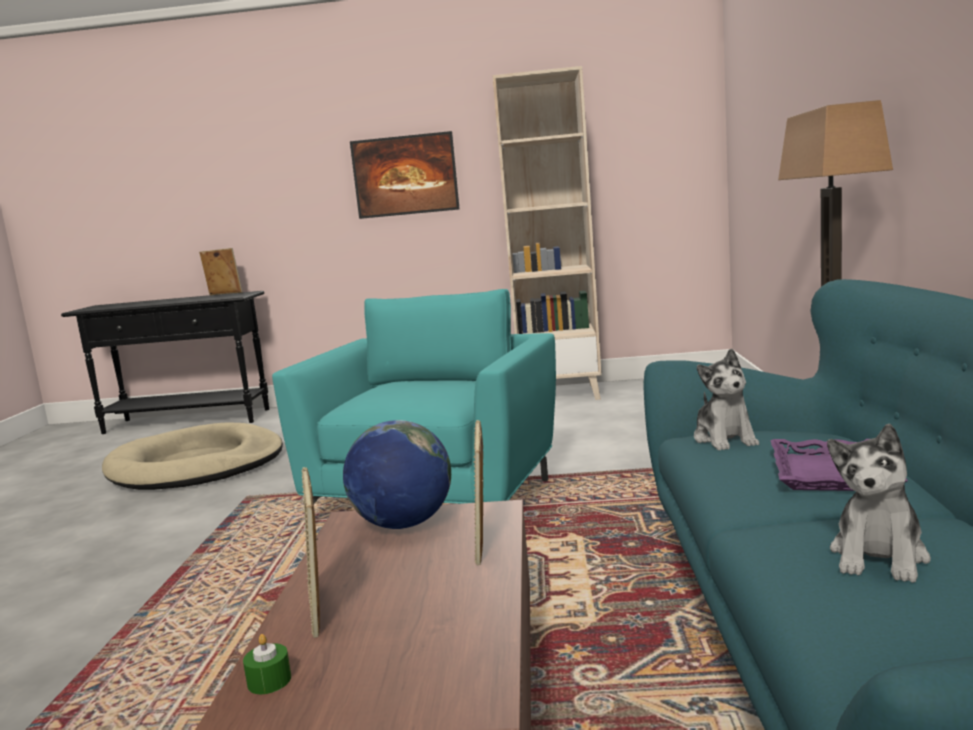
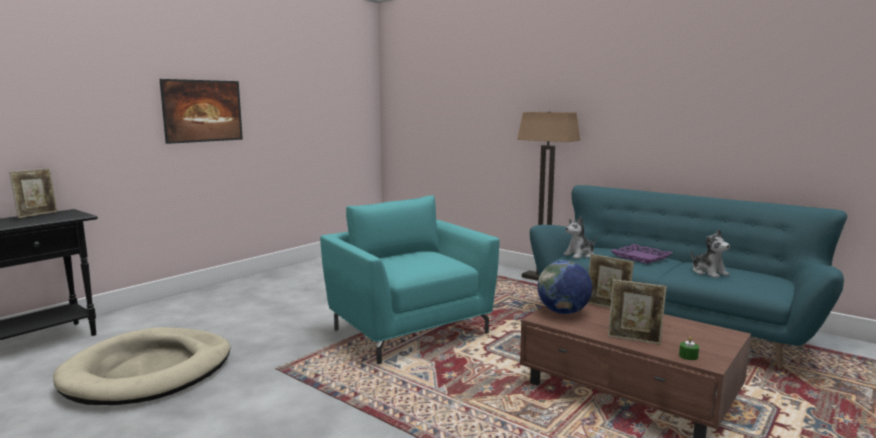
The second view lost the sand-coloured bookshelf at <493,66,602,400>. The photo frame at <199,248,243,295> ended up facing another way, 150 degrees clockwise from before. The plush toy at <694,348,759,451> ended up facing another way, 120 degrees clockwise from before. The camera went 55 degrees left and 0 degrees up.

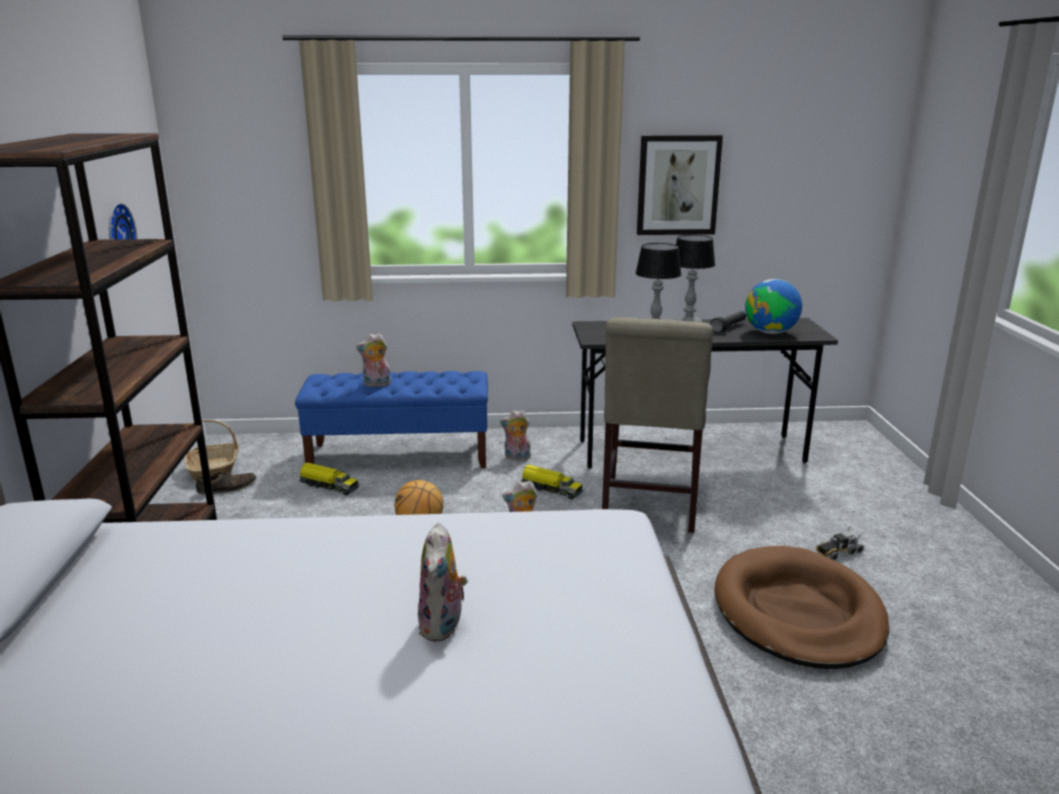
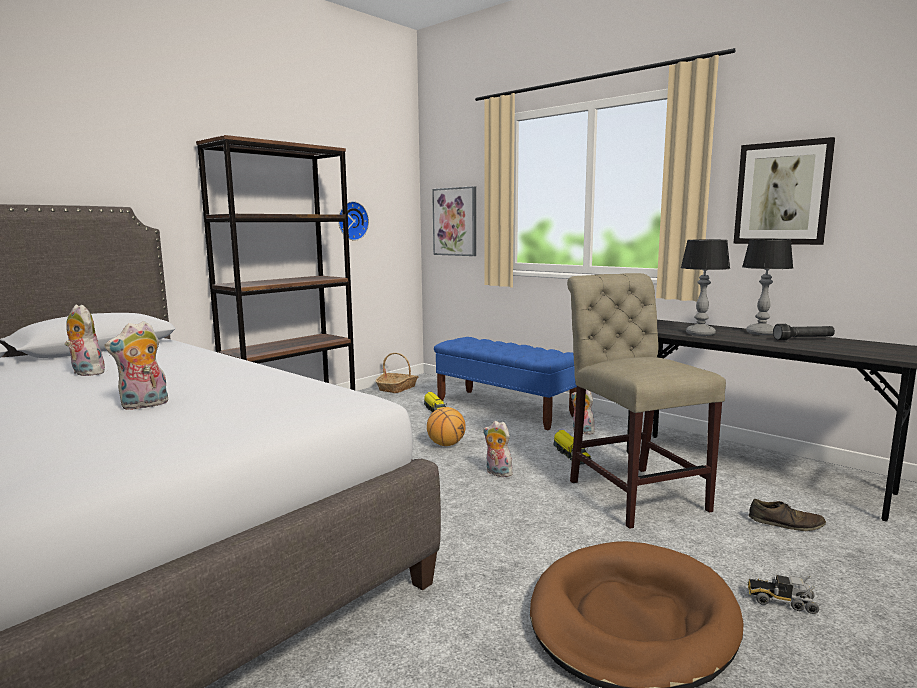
The second view lost the world globe at <745,279,802,334>. The sand-coloured upright chair at <602,317,713,533> ended up facing another way, 105 degrees clockwise from before. The plush toy ended up elsewhere, having gone from <356,333,391,387> to <65,305,106,376>. The brownish item of footwear ended up elsewhere, having gone from <196,472,256,495> to <749,499,826,531>. The second view gained the wall art at <432,186,476,256>. The camera went 45 degrees right and 10 degrees down.

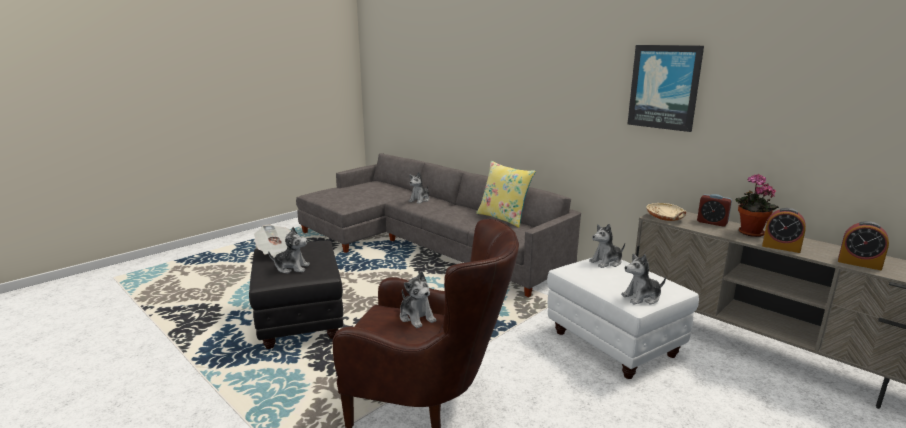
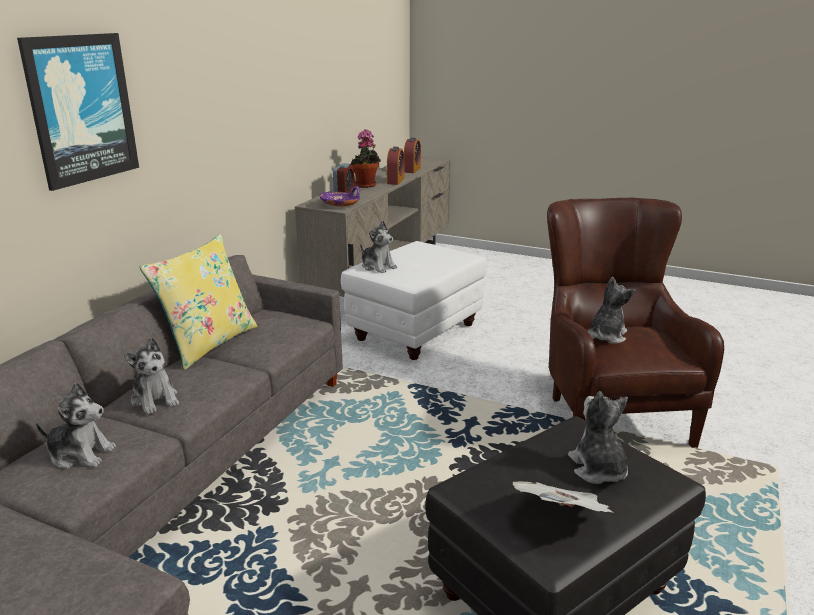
The wall art ended up elsewhere, having gone from <628,45,704,132> to <17,33,139,191>. What was the sand-coloured serving bowl at <646,203,686,221> turned into the purple-coloured serving bowl at <320,186,360,206>. The plush toy ended up elsewhere, having gone from <621,253,666,305> to <124,337,179,415>. The camera went 110 degrees left and 5 degrees up.

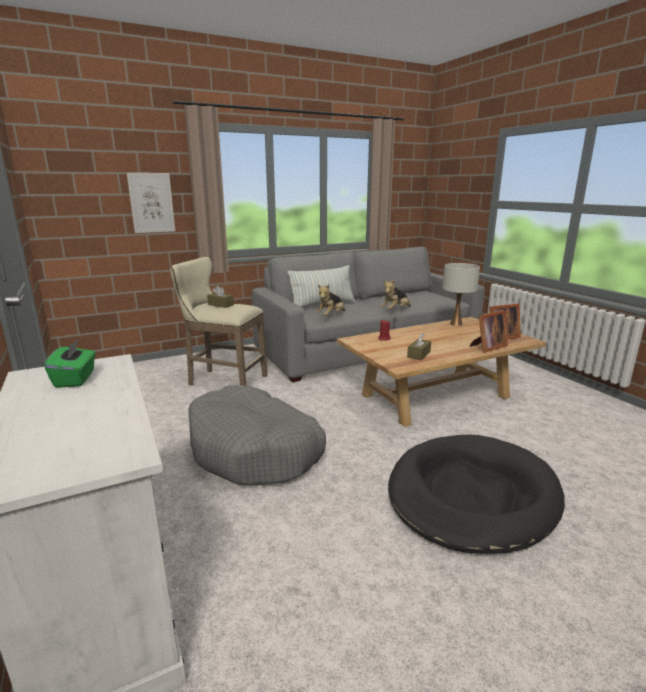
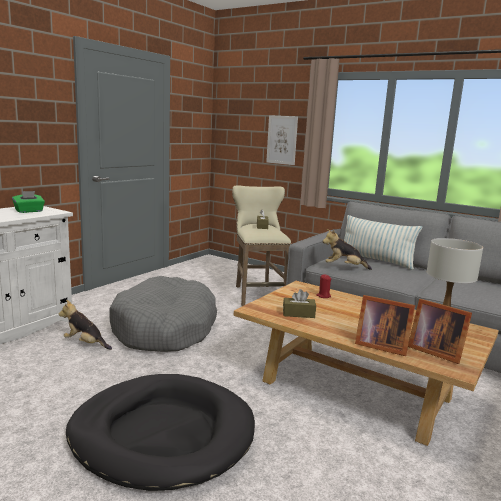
The plush toy ended up elsewhere, having gone from <381,280,411,309> to <59,300,112,350>. The camera went 60 degrees right and 5 degrees down.

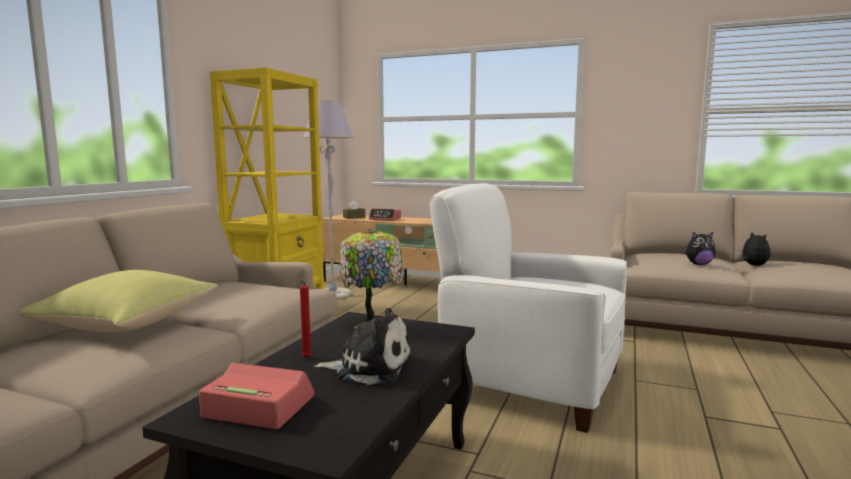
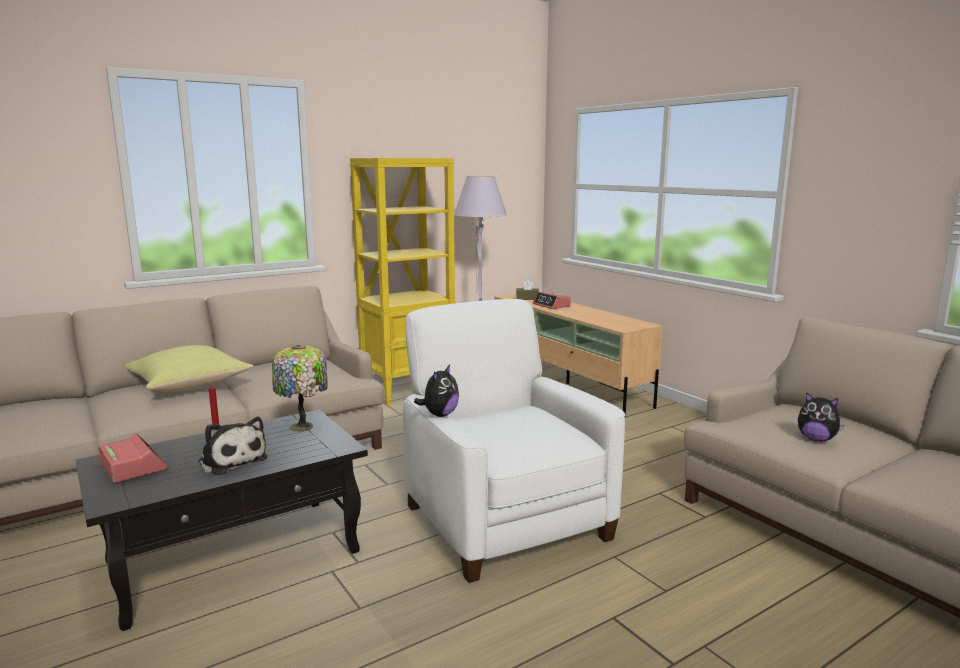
The plush toy ended up elsewhere, having gone from <738,232,771,266> to <414,365,459,417>. The camera went 35 degrees right and 5 degrees up.

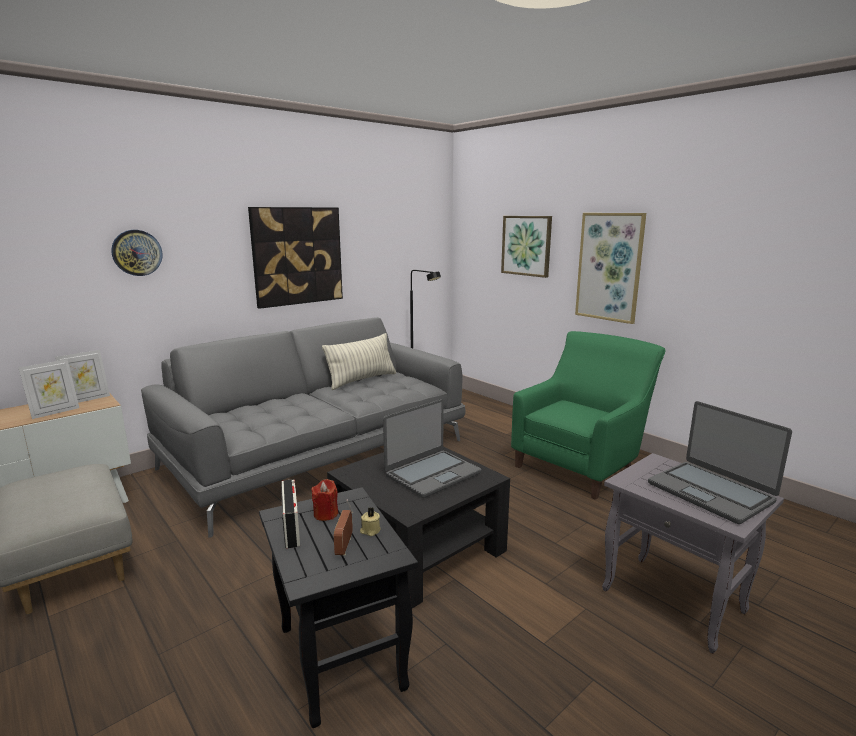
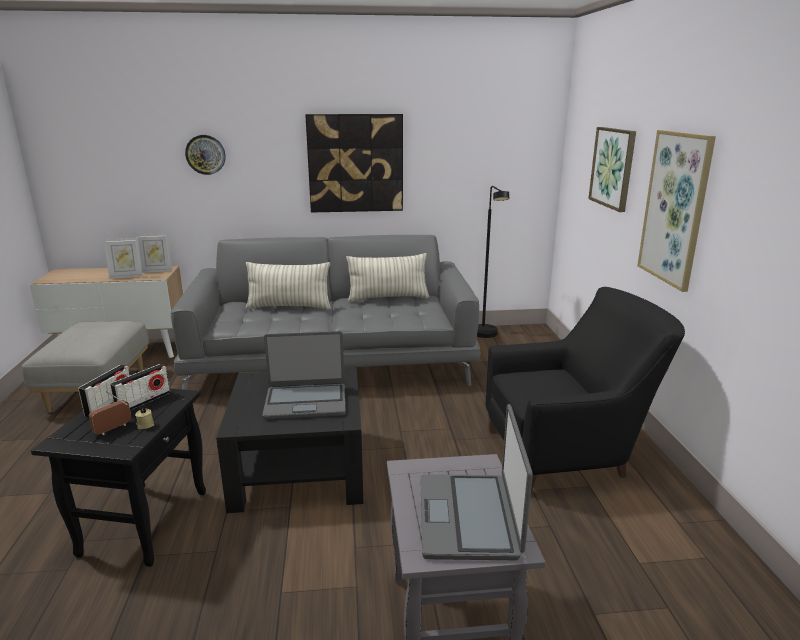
What was the green easy chair at <511,331,666,500> turned into the blackish easy chair at <486,287,685,493>. Where the reddish candle stood at <311,479,338,521>, the radio set came to stand at <110,364,170,410>. The second view gained the throw pillow at <246,262,331,310>. The camera went 35 degrees right and 5 degrees up.

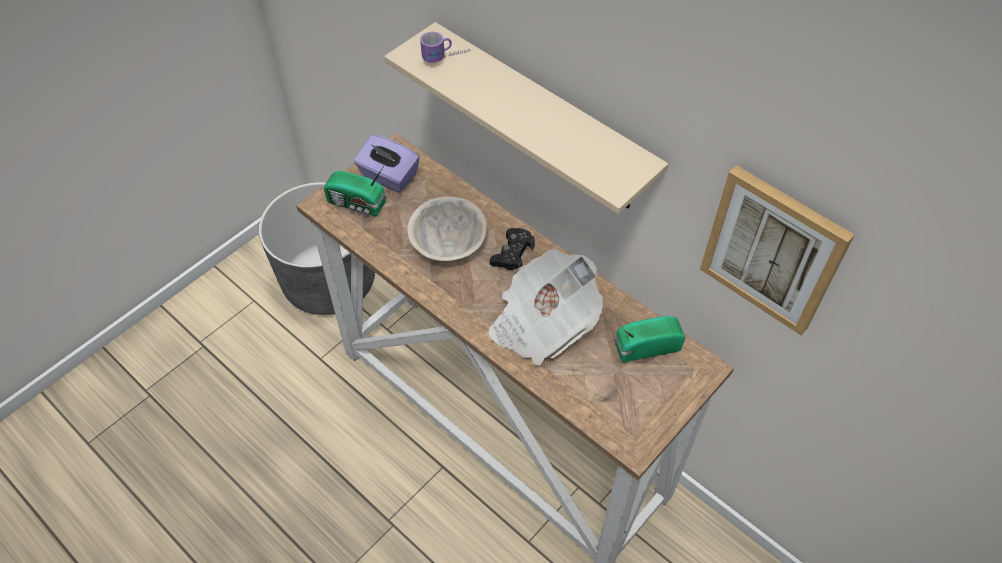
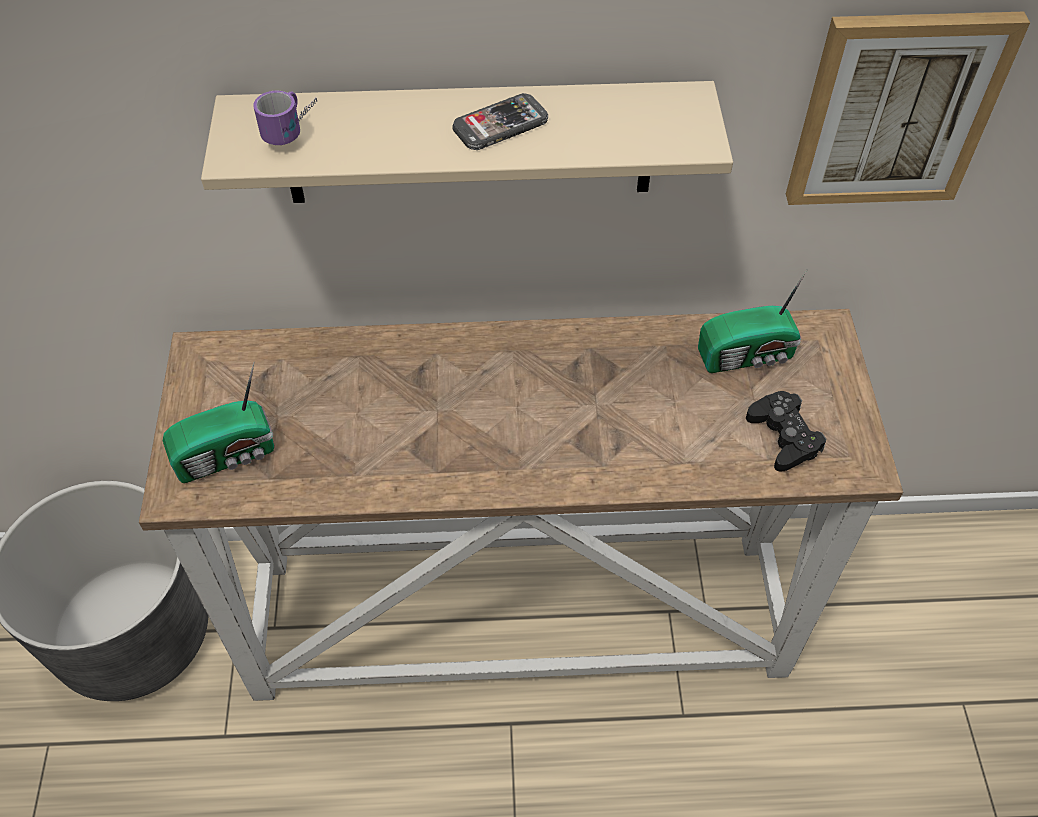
The second view lost the purple-coloured tissue box at <354,135,420,193>. The second view lost the sand-coloured serving bowl at <407,196,487,261>. The blackish game controller ended up elsewhere, having gone from <490,228,535,270> to <746,391,826,472>. The second view lost the daily paper at <488,249,603,366>. The radio set at <615,316,685,362> ended up facing another way, 135 degrees counterclockwise from before. The second view gained the phone at <452,93,548,150>. The camera went 45 degrees left and 0 degrees up.

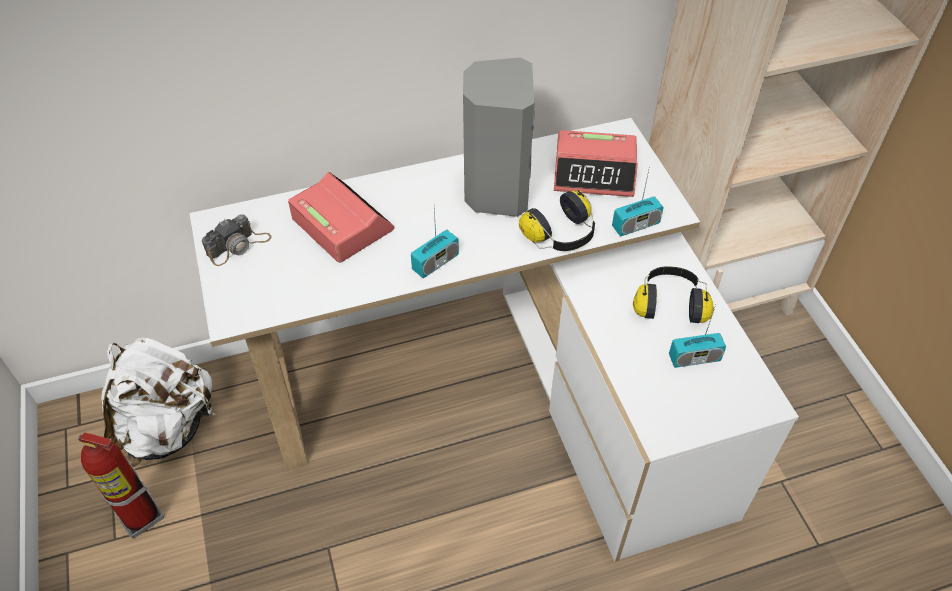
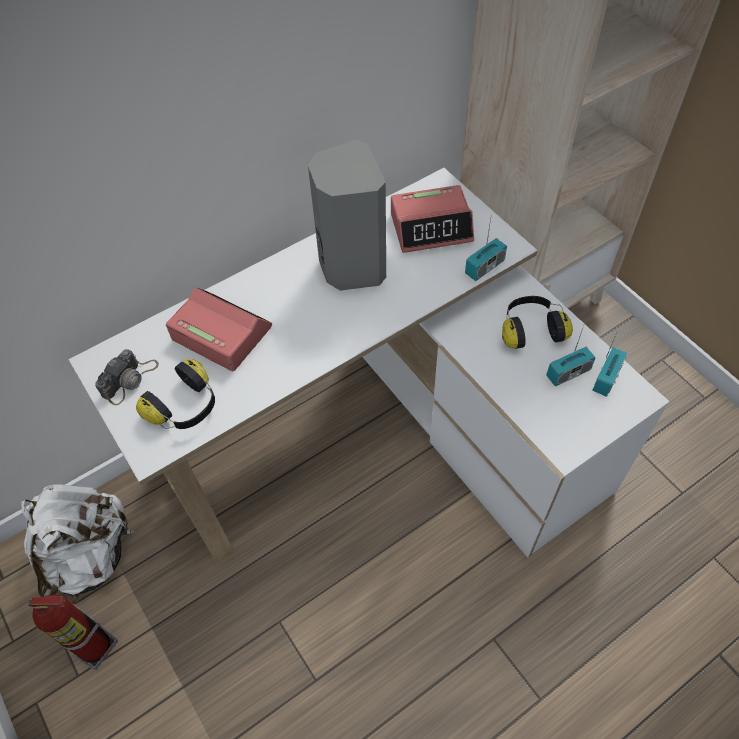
The headphones ended up elsewhere, having gone from <519,190,595,251> to <136,359,215,429>. The radio set ended up elsewhere, having gone from <411,210,459,278> to <592,330,627,397>. The camera went 15 degrees left and 5 degrees up.

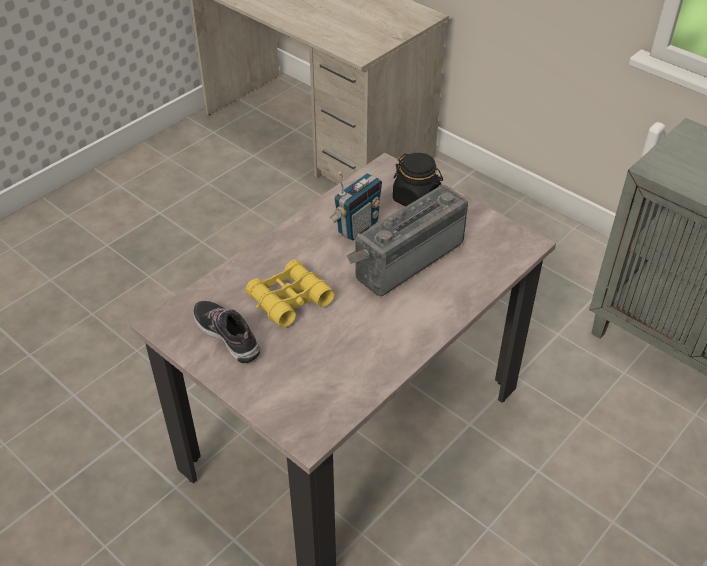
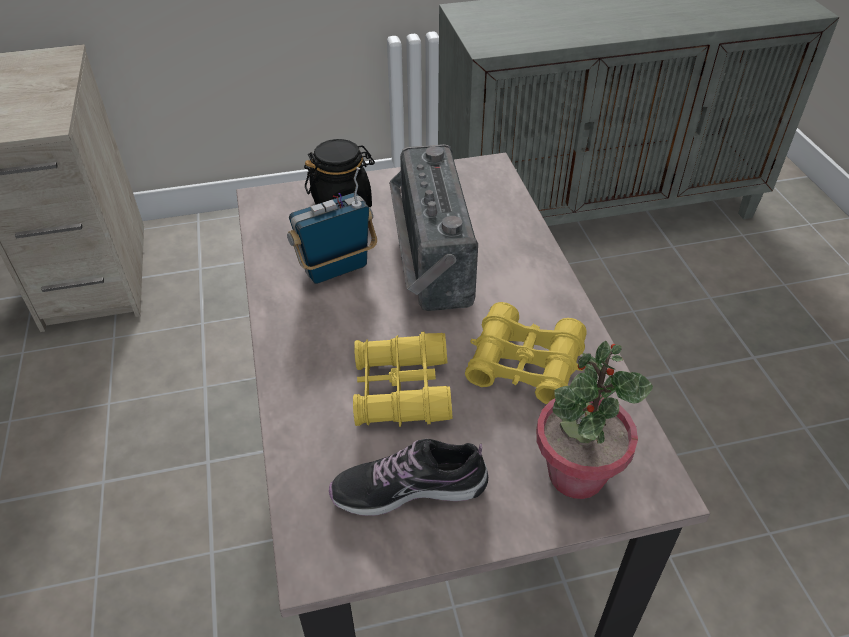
The radio set at <330,171,382,241> ended up facing another way, 105 degrees counterclockwise from before. The second view gained the yellow-coloured binoculars at <465,302,587,404>. The second view gained the houseplant at <536,340,653,499>. The camera went 55 degrees left and 0 degrees up.

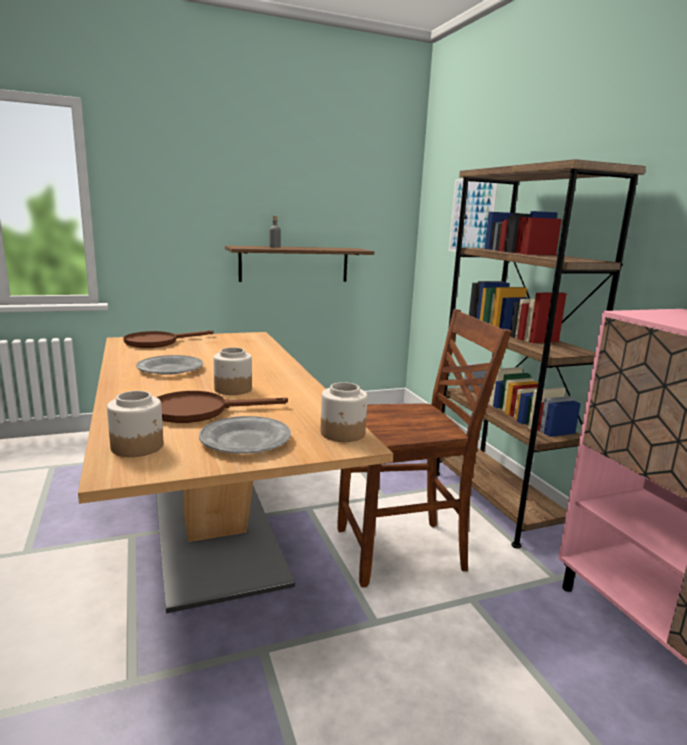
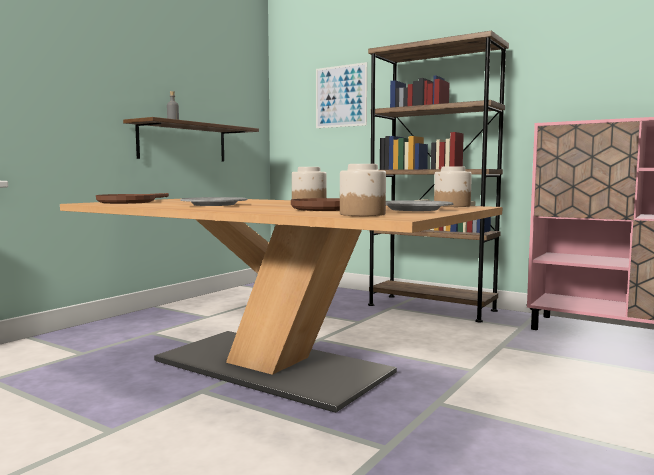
The second view lost the brownish upright chair at <337,309,511,587>. The camera went 35 degrees left and 10 degrees down.

